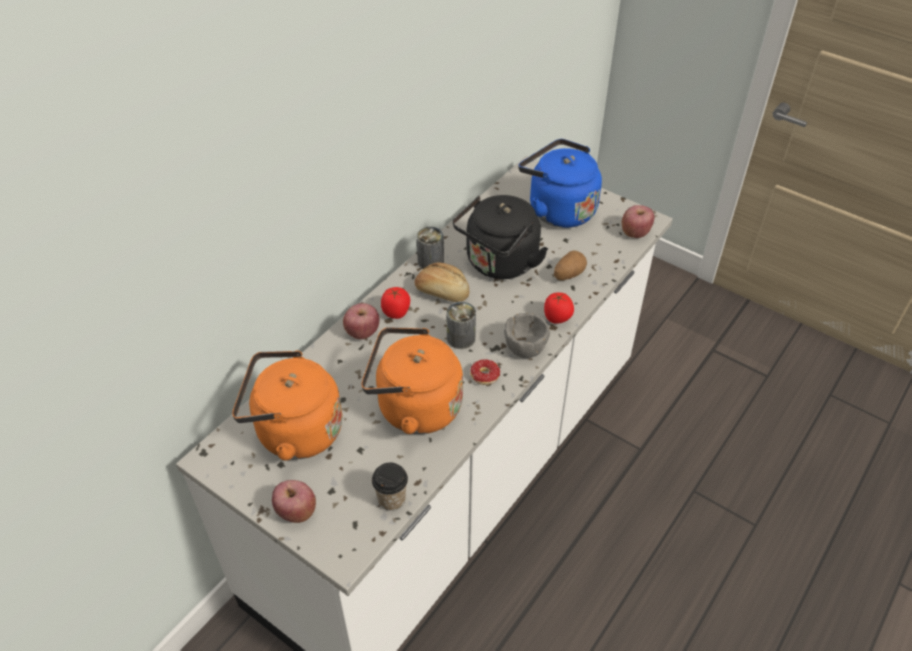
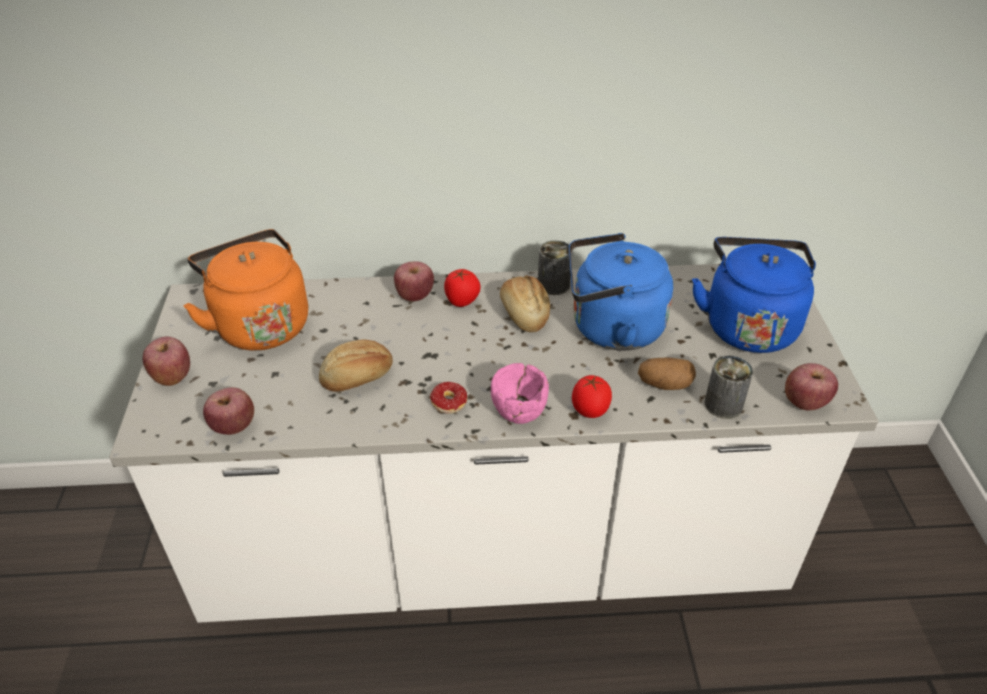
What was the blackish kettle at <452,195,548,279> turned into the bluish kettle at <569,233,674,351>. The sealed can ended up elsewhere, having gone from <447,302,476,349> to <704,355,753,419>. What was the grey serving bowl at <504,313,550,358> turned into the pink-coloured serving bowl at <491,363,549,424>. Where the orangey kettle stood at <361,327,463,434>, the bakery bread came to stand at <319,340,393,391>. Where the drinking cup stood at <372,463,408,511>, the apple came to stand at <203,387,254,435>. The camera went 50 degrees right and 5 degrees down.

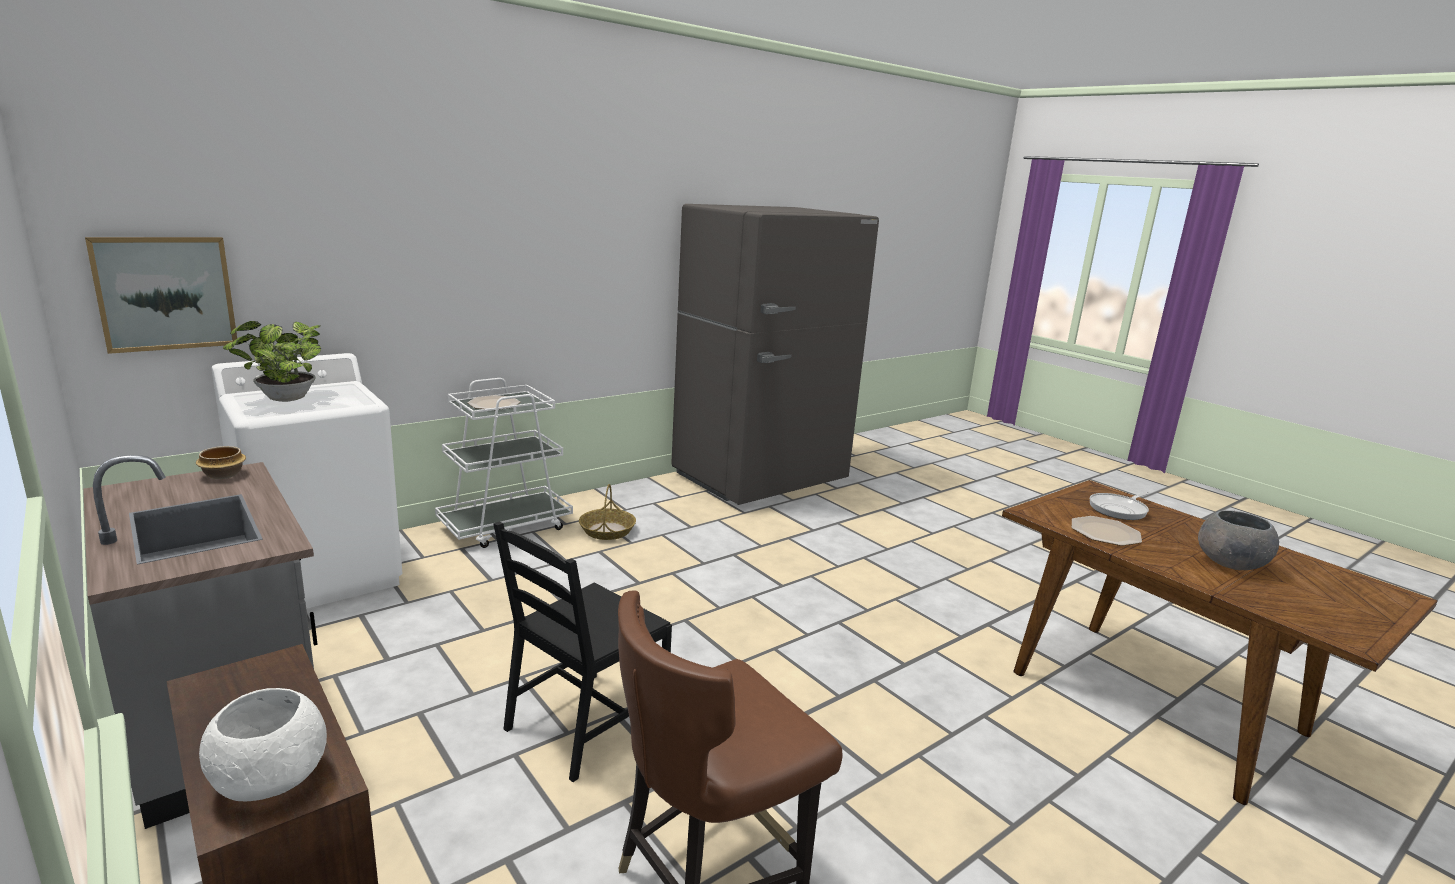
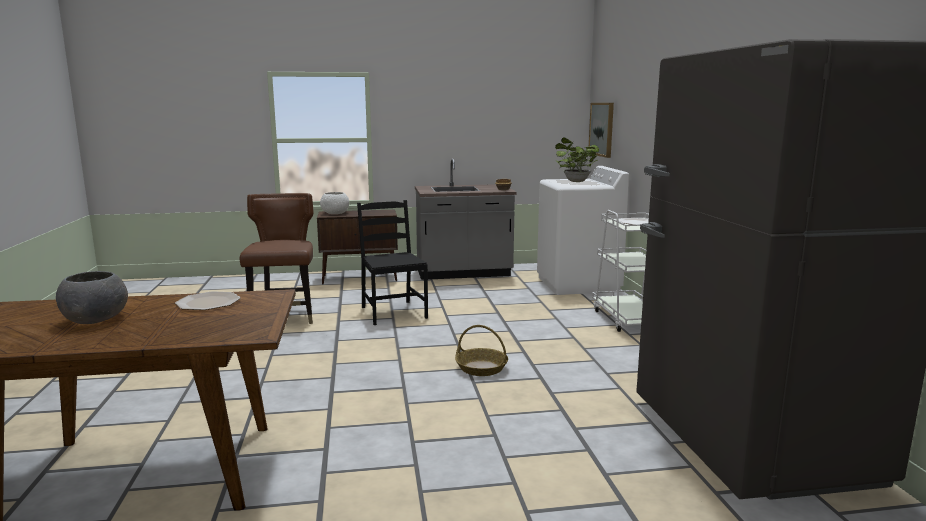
The storage basket ended up elsewhere, having gone from <579,484,636,540> to <455,325,508,376>. The second view lost the frying pan at <1090,492,1151,520>. The camera went 120 degrees right and 5 degrees down.

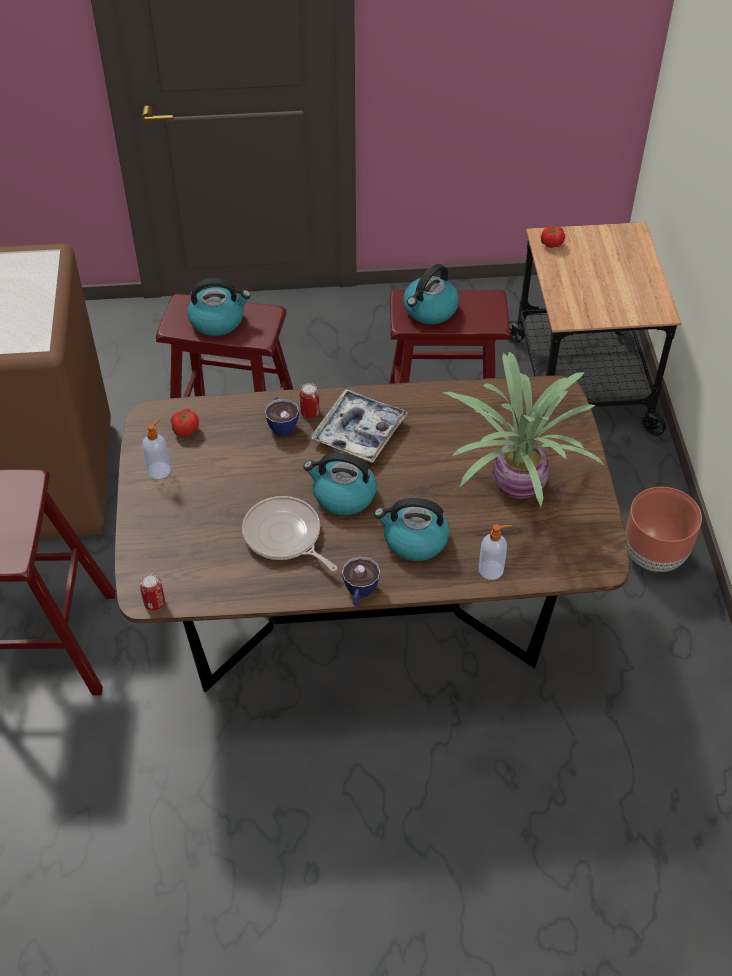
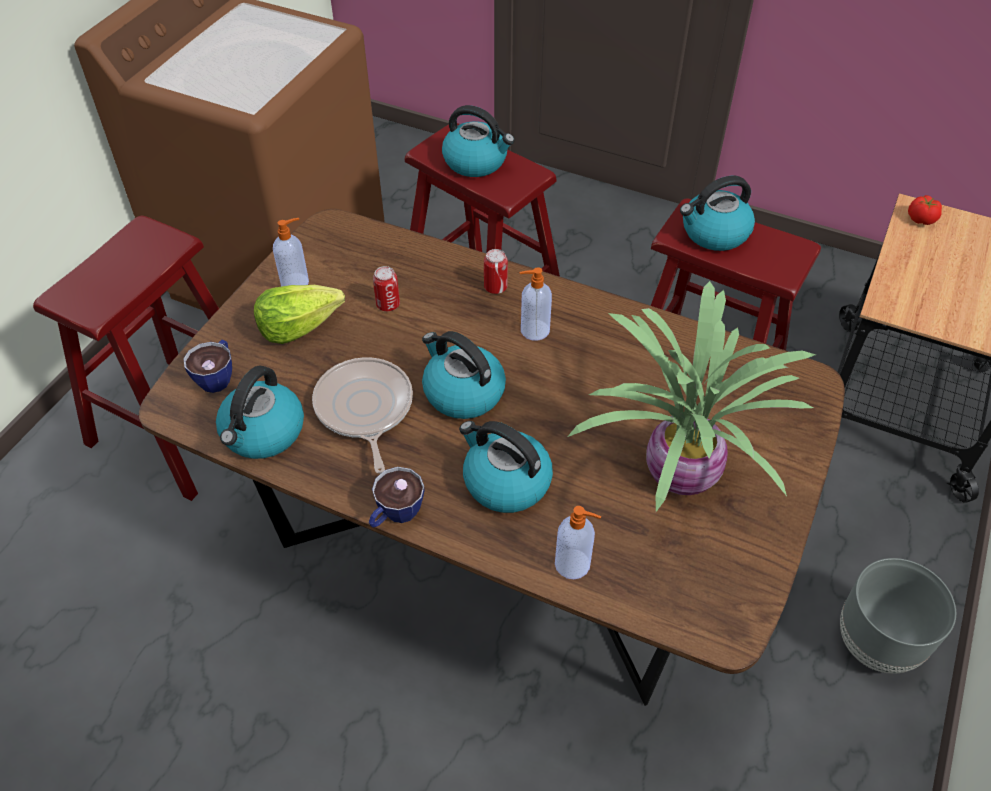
Where the carrying tray stood at <311,389,408,463>, the soap dispenser came to stand at <520,267,552,341>. The drinking cup ended up elsewhere, having gone from <264,397,299,436> to <184,340,232,393>. The second view lost the fresh tomato at <171,409,199,436>. What was the brownish flower pot at <625,487,702,572> turned into the grey flower pot at <840,558,956,674>. The sealed can ended up elsewhere, having gone from <140,573,165,611> to <373,266,400,312>. The second view gained the lettuce head at <254,285,345,344>. The second view gained the kettle at <216,366,304,459>. The camera went 30 degrees right and 0 degrees up.

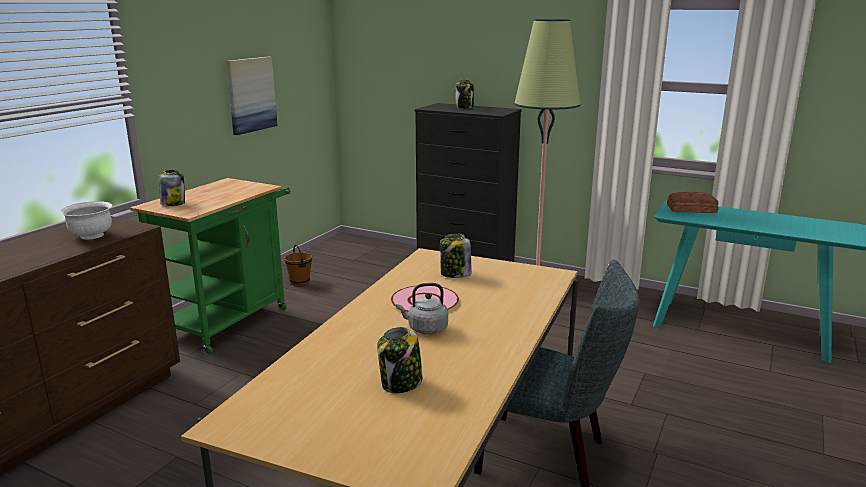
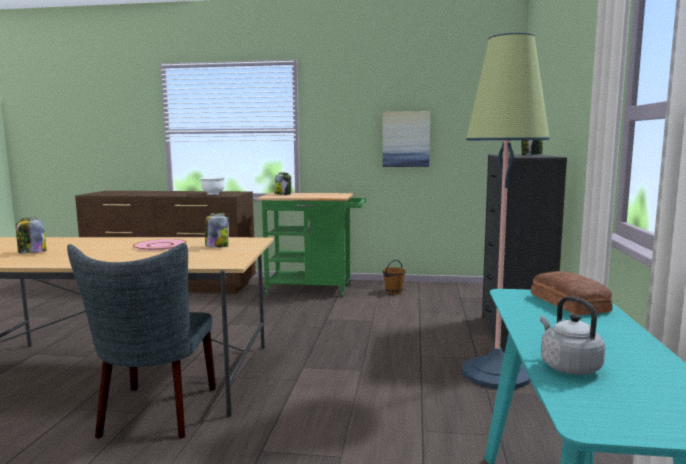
The grey kettle ended up elsewhere, having gone from <397,283,448,334> to <540,296,605,375>. The camera went 70 degrees right and 10 degrees down.

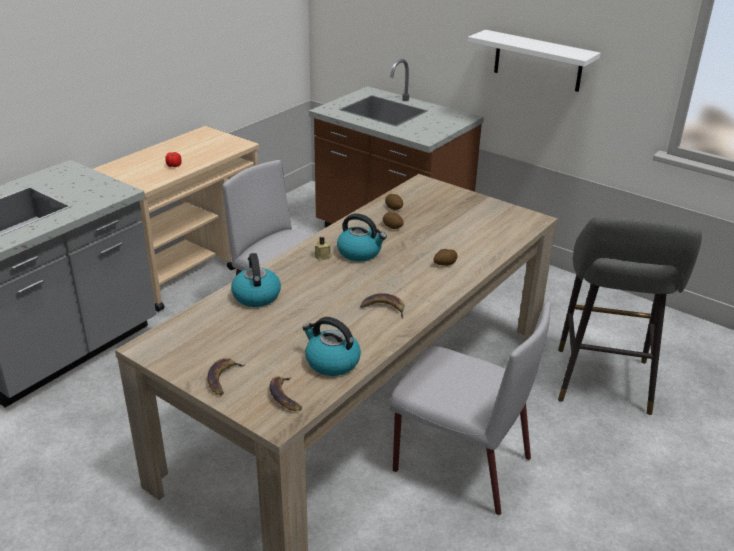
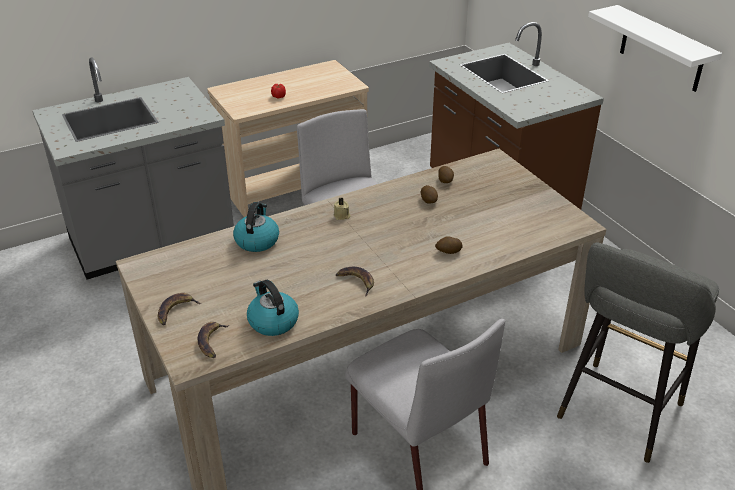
The second view lost the kettle at <337,213,387,261>. The camera went 25 degrees right and 5 degrees up.

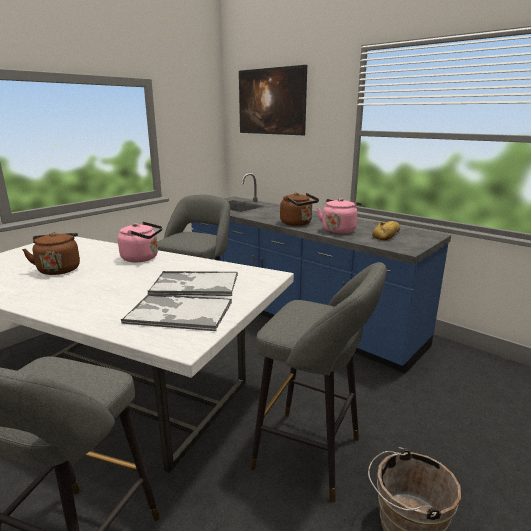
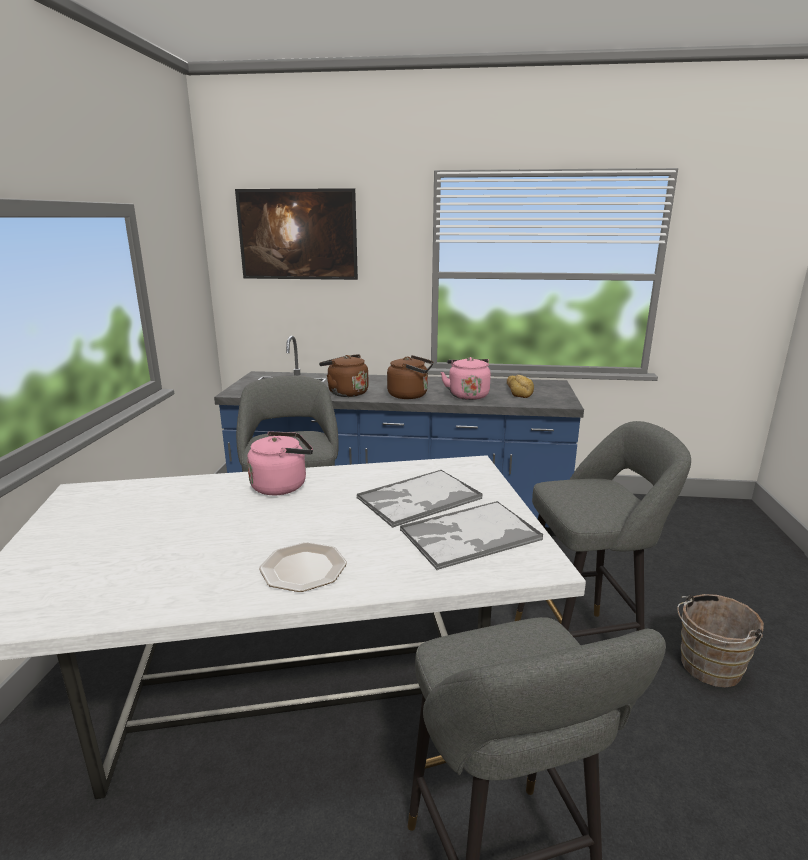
The brownish kettle ended up elsewhere, having gone from <22,232,80,275> to <319,354,369,397>. The second view gained the flat dish at <259,542,347,592>. The camera went 35 degrees left and 0 degrees up.

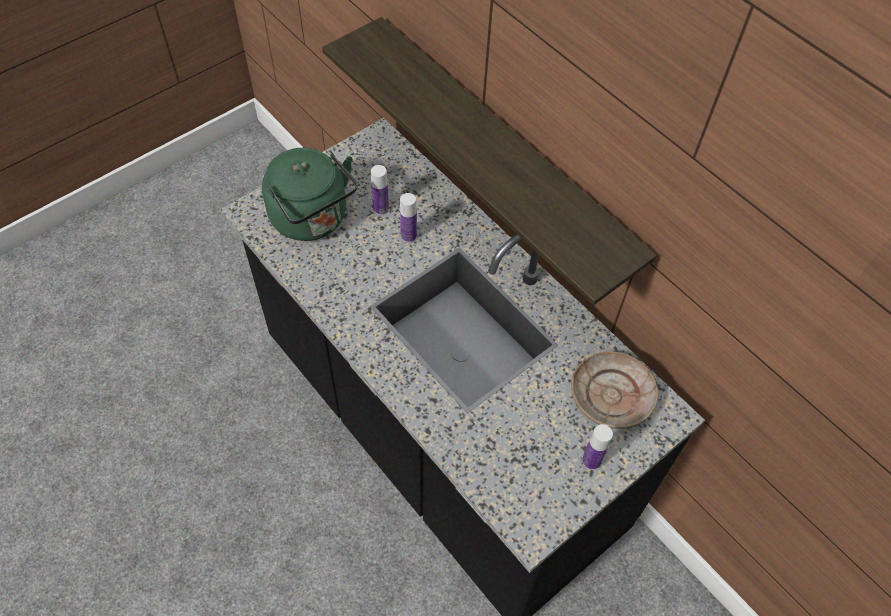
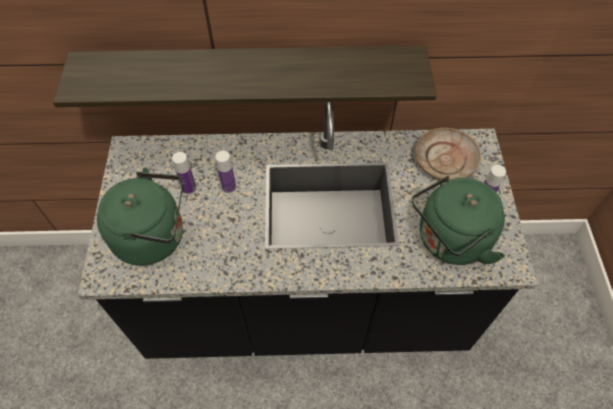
The second view gained the green kettle at <412,175,505,265>. The camera went 50 degrees left and 0 degrees up.

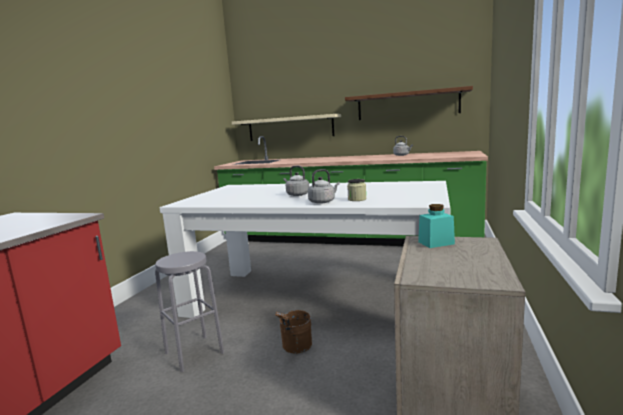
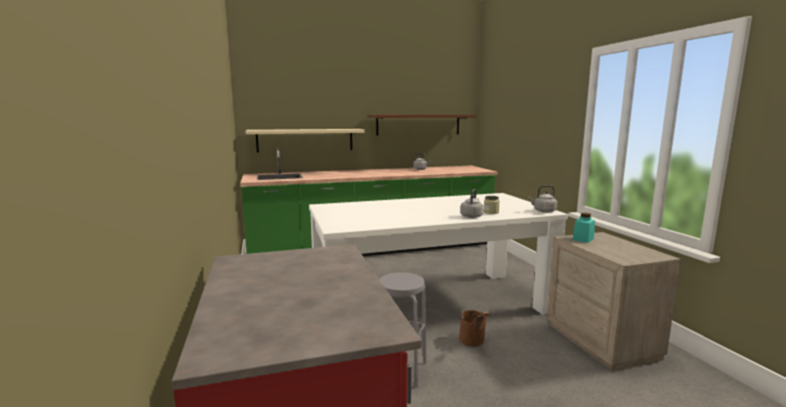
The grey kettle ended up elsewhere, having gone from <283,166,309,196> to <528,185,557,213>. The camera went 35 degrees left and 0 degrees up.

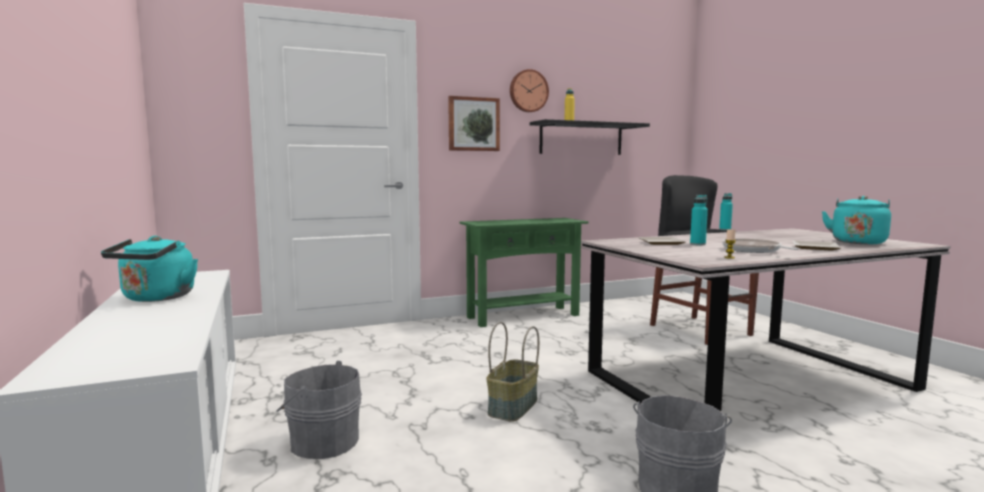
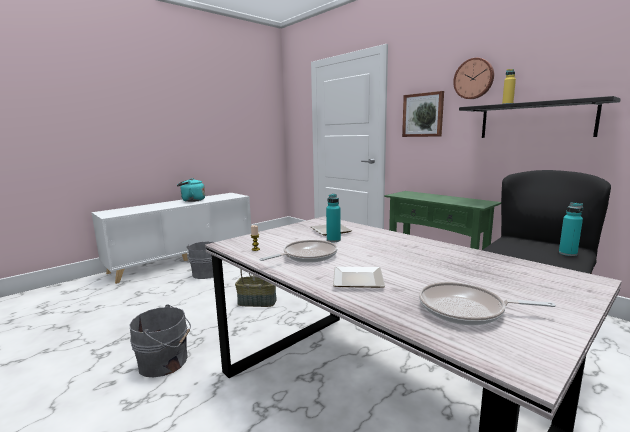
Where the turquoise-coloured kettle stood at <822,196,891,244>, the frying pan came to stand at <419,282,556,326>. The camera went 70 degrees right and 5 degrees up.

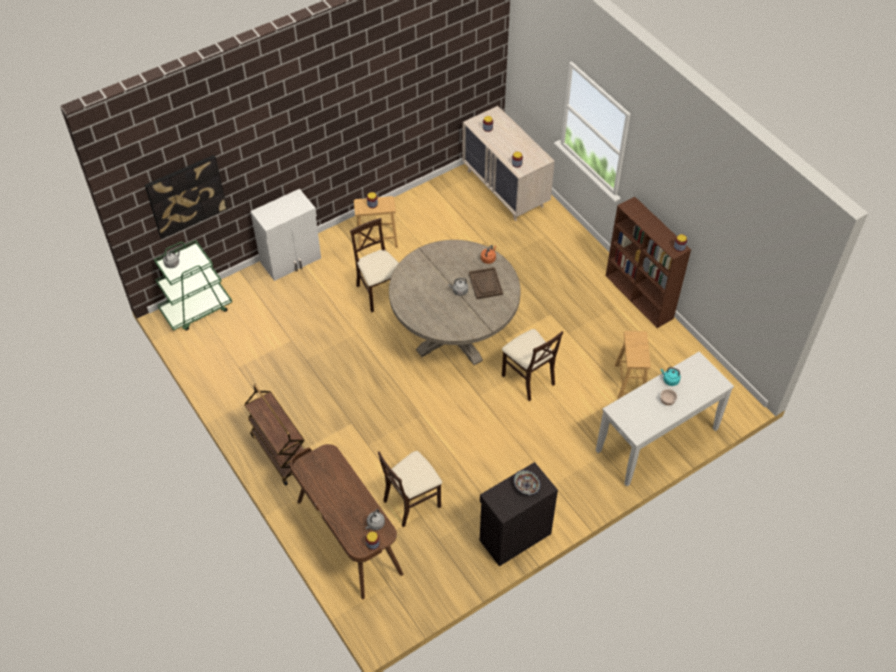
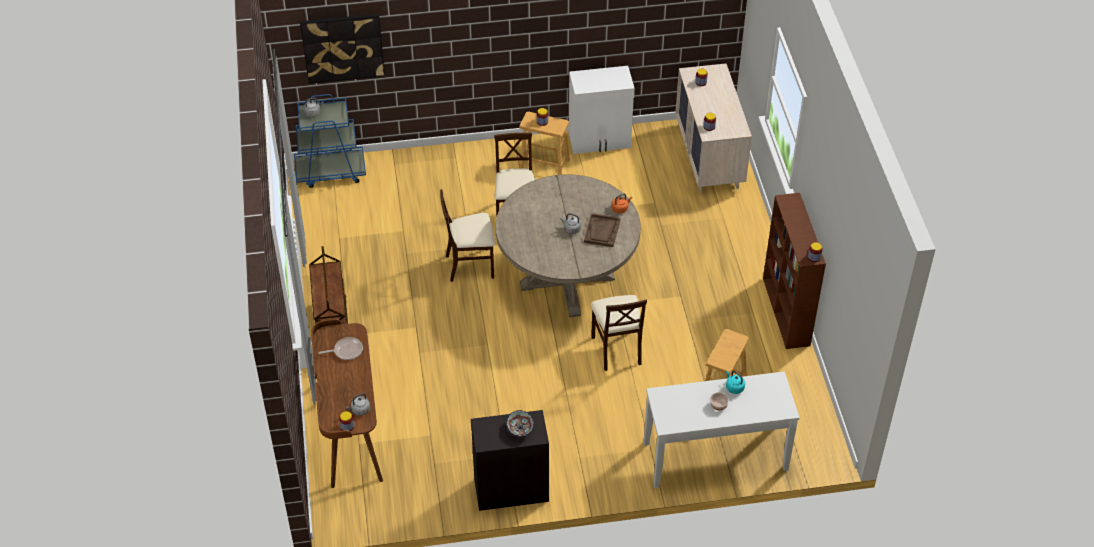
The white cabinet ended up elsewhere, having gone from <250,189,321,281> to <568,66,635,154>. What was the green cart at <154,240,232,331> turned into the bluish cart at <294,94,366,188>. The sand-coloured upright chair ended up elsewhere, having gone from <378,451,442,527> to <440,189,495,282>. The second view gained the frying pan at <318,337,363,360>. The camera went 25 degrees right and 5 degrees down.

